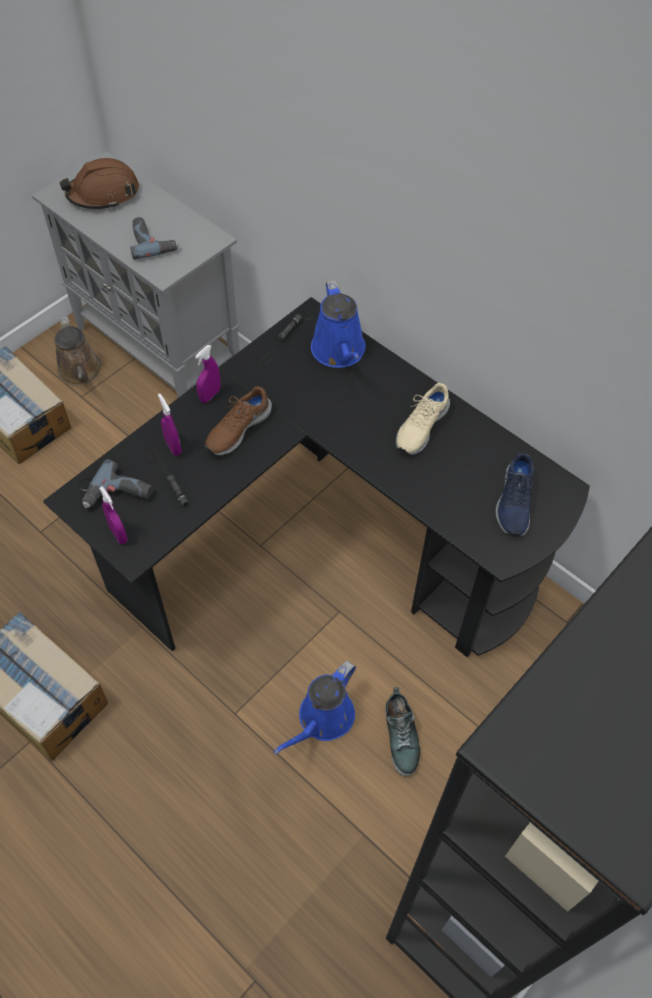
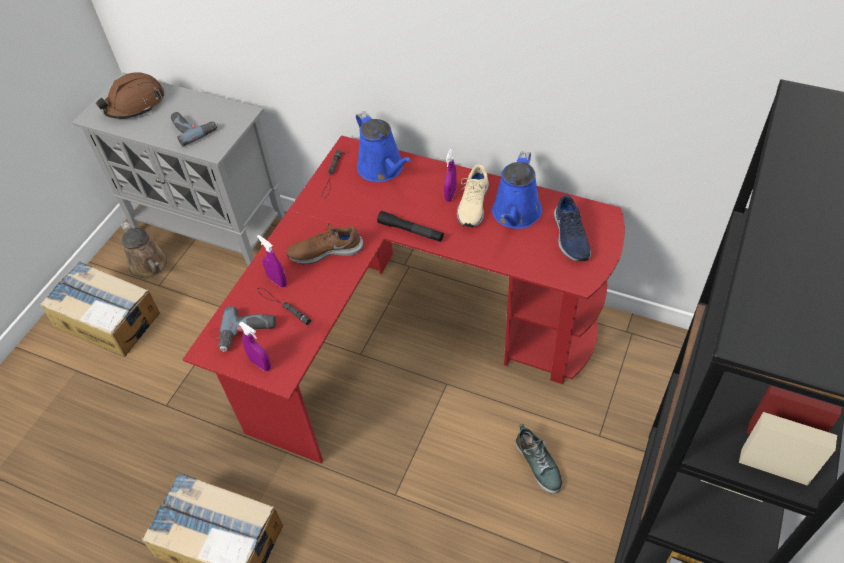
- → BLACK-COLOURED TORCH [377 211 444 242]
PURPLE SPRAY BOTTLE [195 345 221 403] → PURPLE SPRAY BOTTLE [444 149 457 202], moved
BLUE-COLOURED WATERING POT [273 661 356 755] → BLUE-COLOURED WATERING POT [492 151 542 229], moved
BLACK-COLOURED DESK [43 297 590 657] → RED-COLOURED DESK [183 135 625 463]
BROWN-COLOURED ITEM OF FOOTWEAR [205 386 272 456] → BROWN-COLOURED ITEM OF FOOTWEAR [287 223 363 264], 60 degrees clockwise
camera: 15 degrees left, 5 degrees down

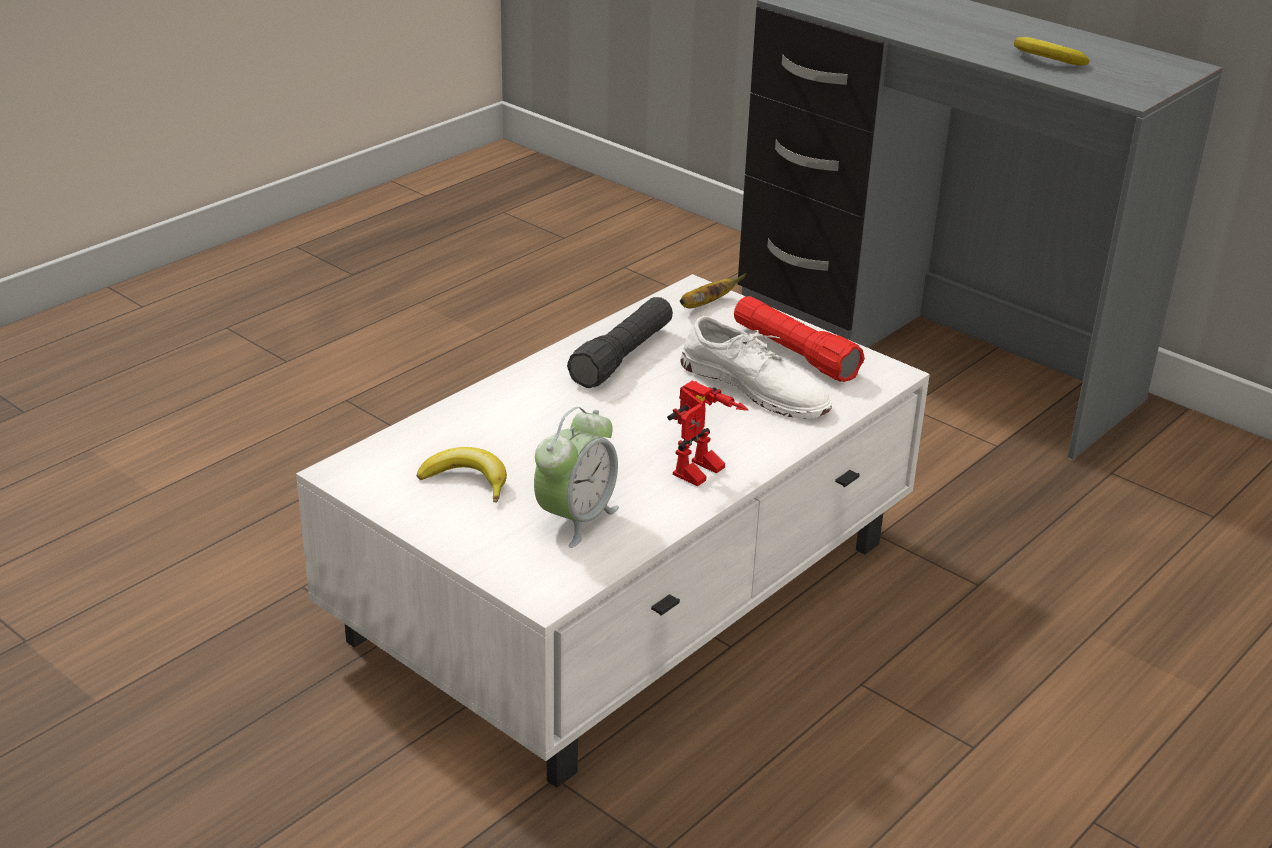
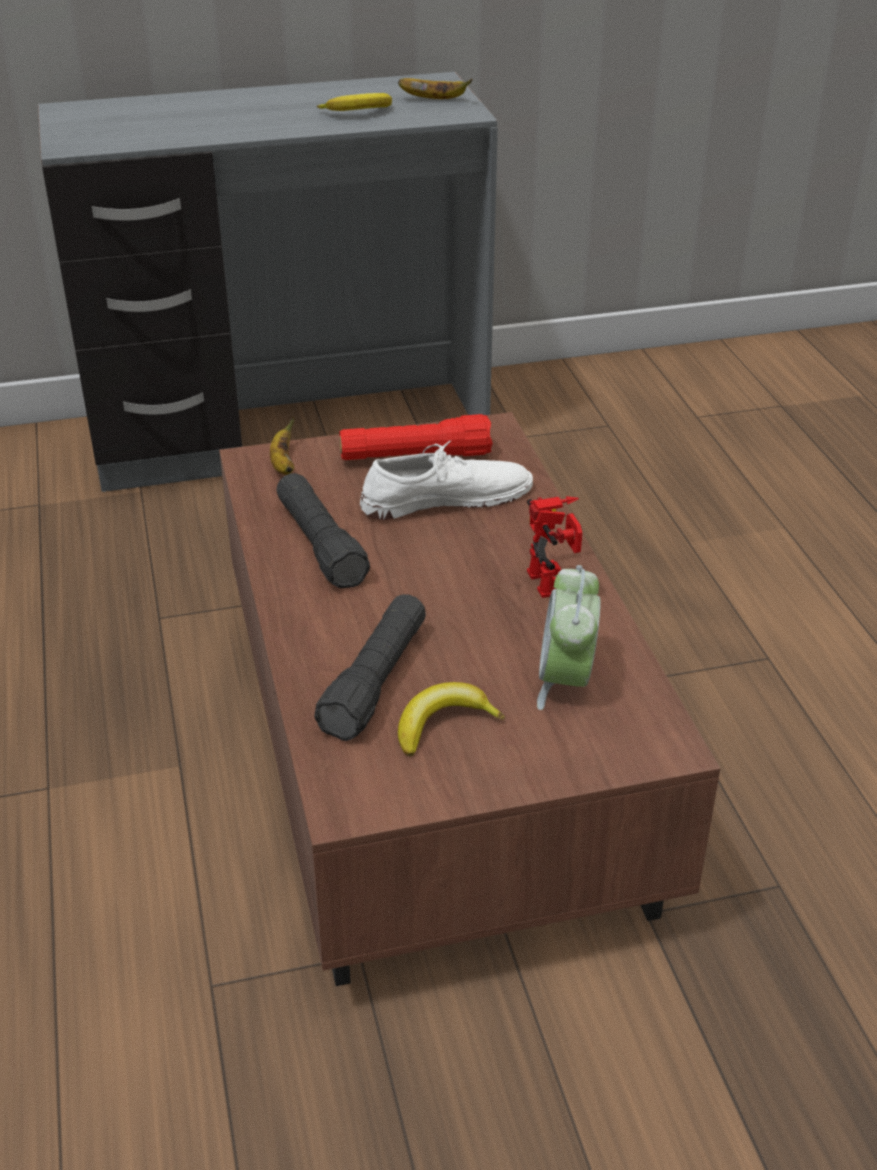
- → BLACK-COLOURED TORCH [314 594 426 741]
- → BANANA [398 78 472 99]
WHITE-COLOURED COFFEE TABLE [296 274 930 788] → BROWN-COLOURED COFFEE TABLE [219 412 720 986]
TABLE CLOCK [534 407 619 548] → TABLE CLOCK [537 565 601 710], 150 degrees counterclockwise
camera: 55 degrees left, 5 degrees up

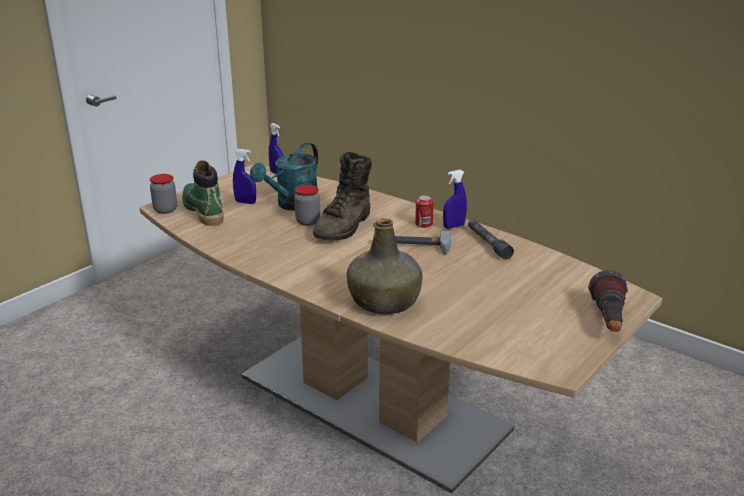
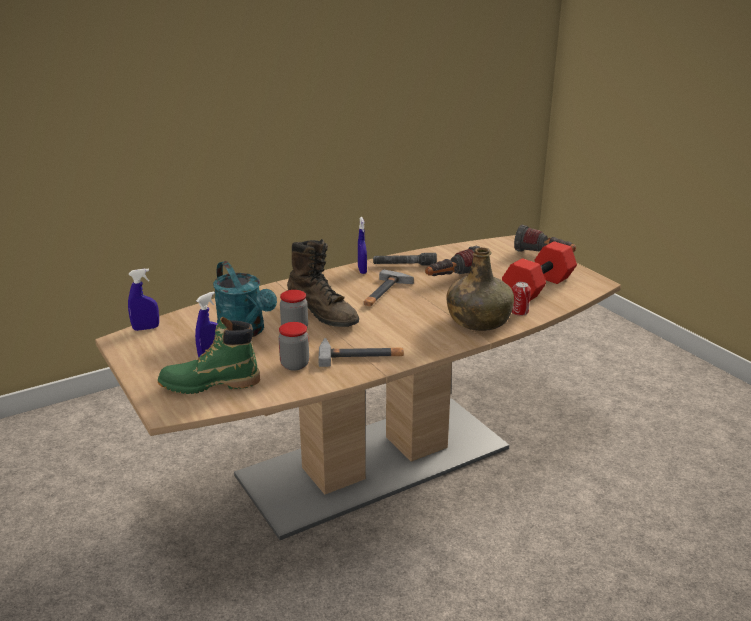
- → HAMMER [318 338 404 367]
- → TORCH [425 246 480 276]
- → RED-COLOURED HAND WEIGHT [502 241 577 301]
STORAGE JAR [150 174 177 214] → STORAGE JAR [278 322 309 371], moved
CAN [415 195 434 228] → CAN [512 282 531 316], moved
camera: 70 degrees left, 0 degrees up

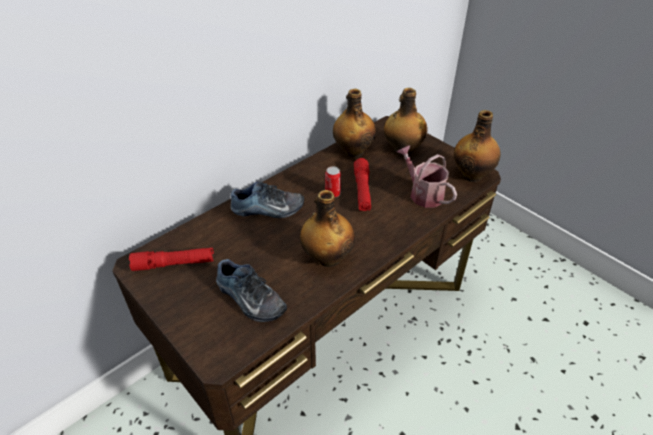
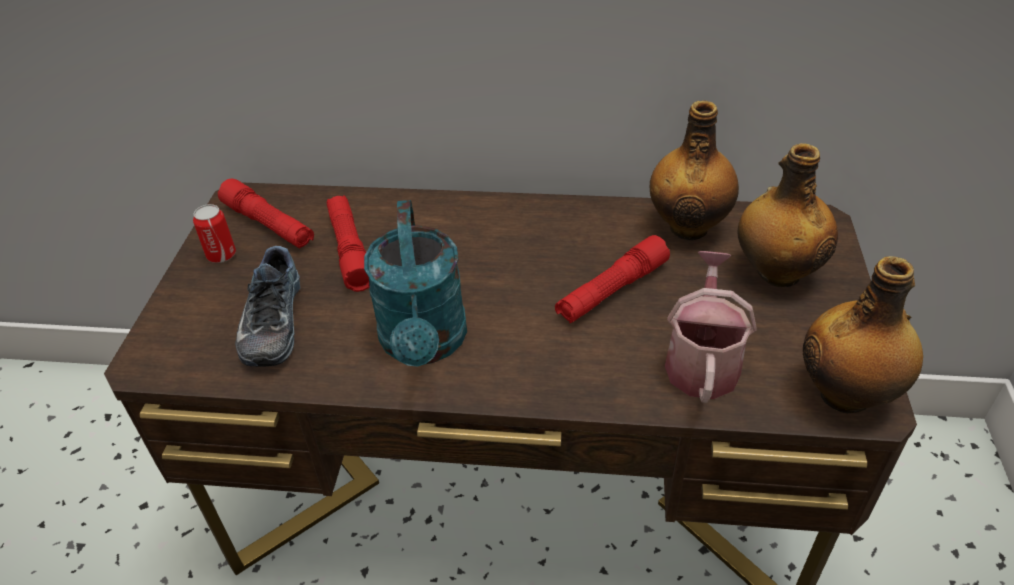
ITEM OF FOOTWEAR [231 181 304 218] → -
- → RED-COLOURED TORCH [327 196 370 292]
CAN [325 166 341 197] → CAN [193 204 236 263], moved
DRINK BOTTLE [300 190 355 267] → TURQUOISE WATERING POT [364 200 467 367]
camera: 50 degrees right, 0 degrees up

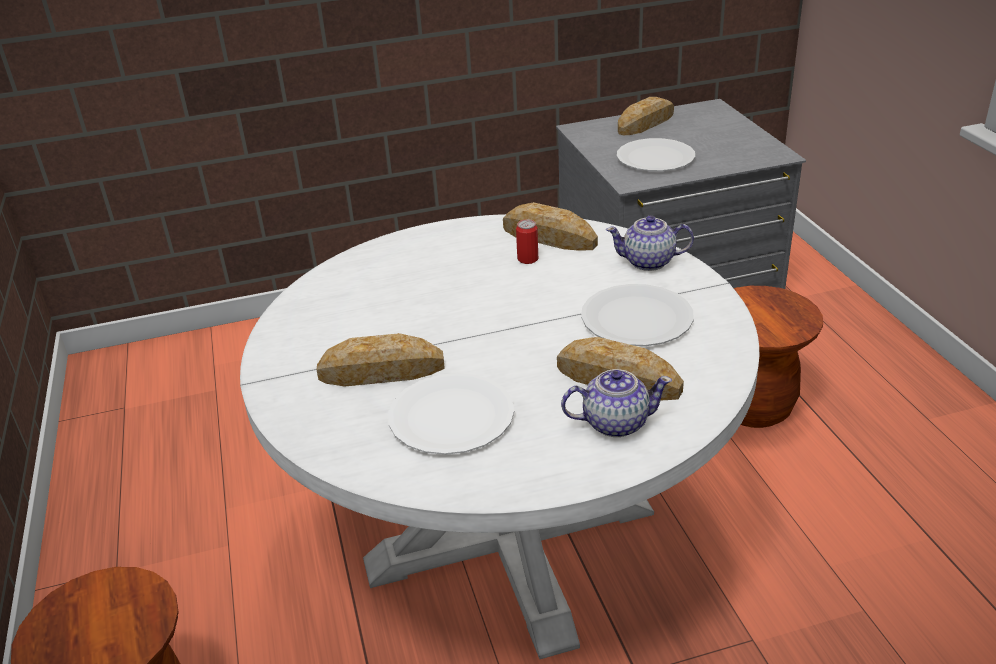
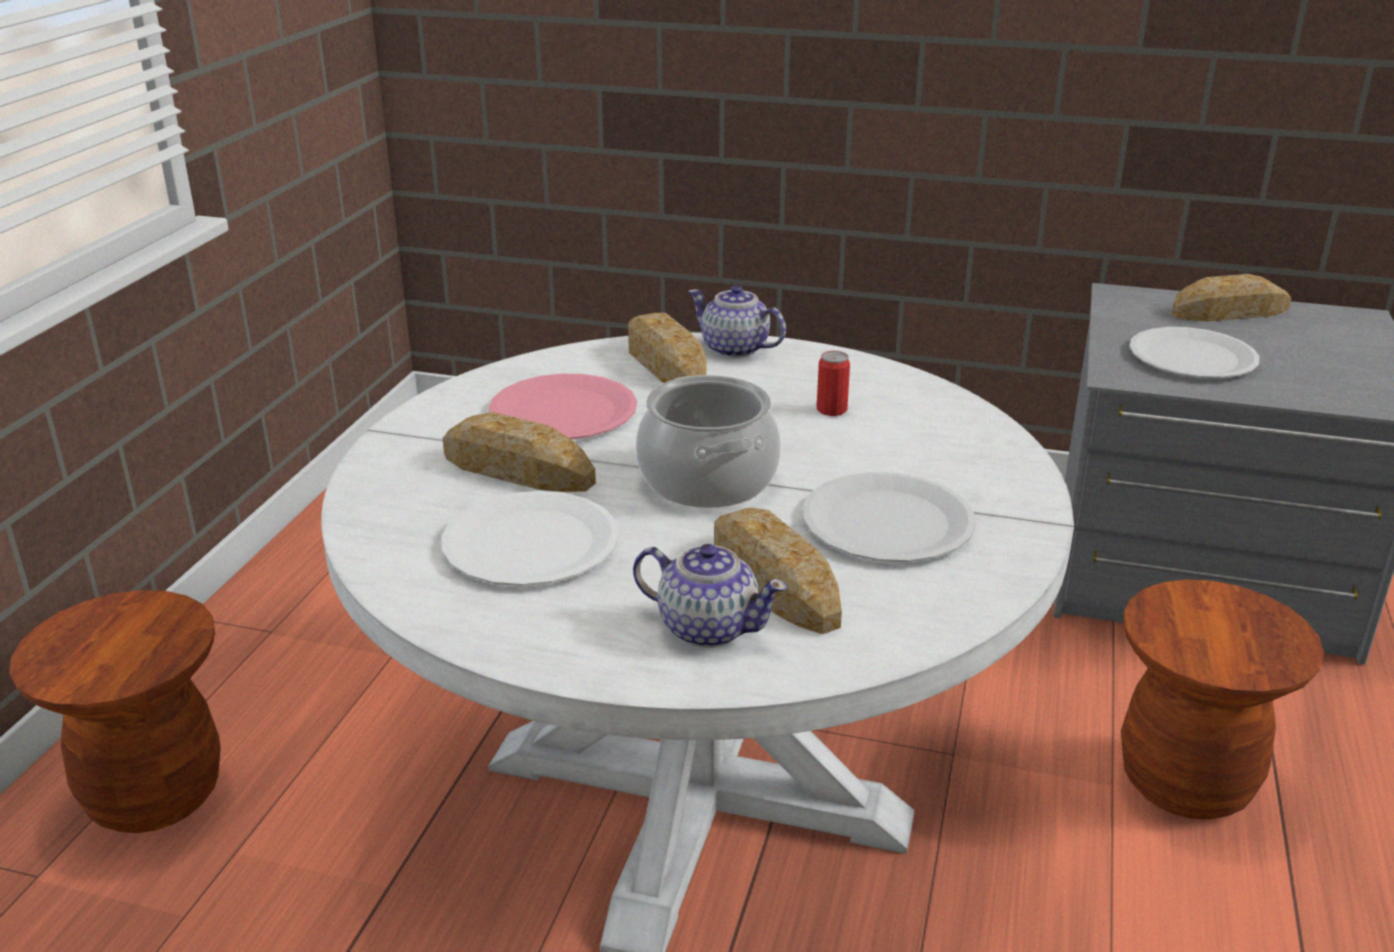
- → PINK-COLOURED DINNER PLATE [489 374 637 439]
- → STOCKPOT [636 375 781 508]
BAKED BREAD [503 202 598 251] → BAKED BREAD [628 313 707 383], moved
TEAPOT [606 215 694 271] → TEAPOT [688 285 786 358], moved
camera: 30 degrees right, 5 degrees down

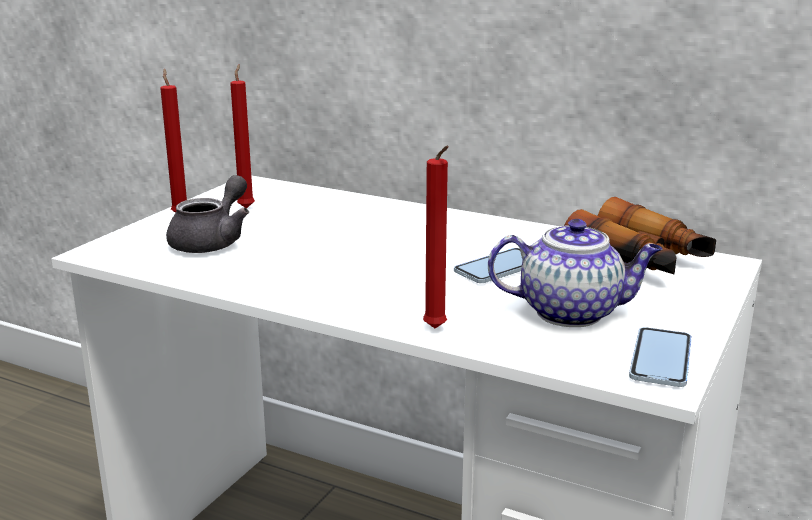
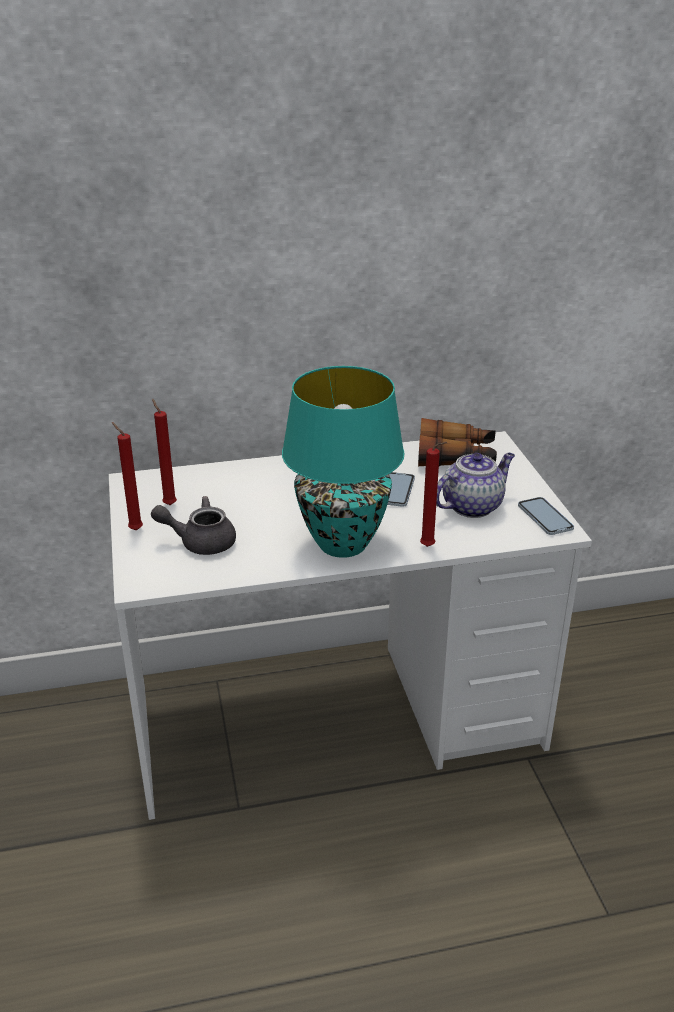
- → TURQUOISE LAMP FOR A TABLE [282 366 405 558]
GREYISH TEAPOT [166 175 249 253] → GREYISH TEAPOT [151 496 236 555], 75 degrees counterclockwise
camera: 40 degrees left, 10 degrees up

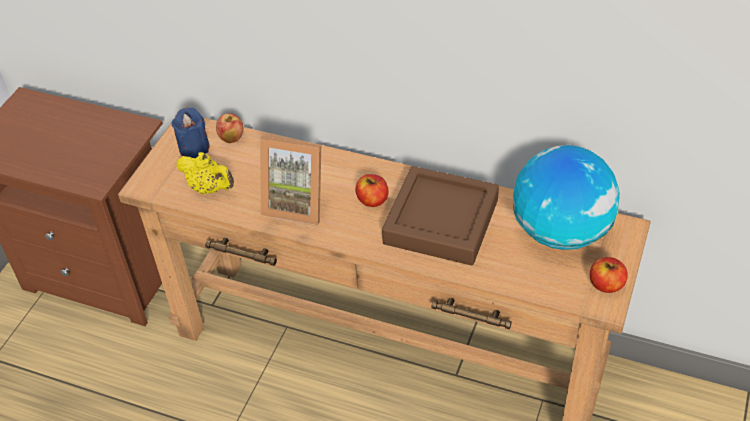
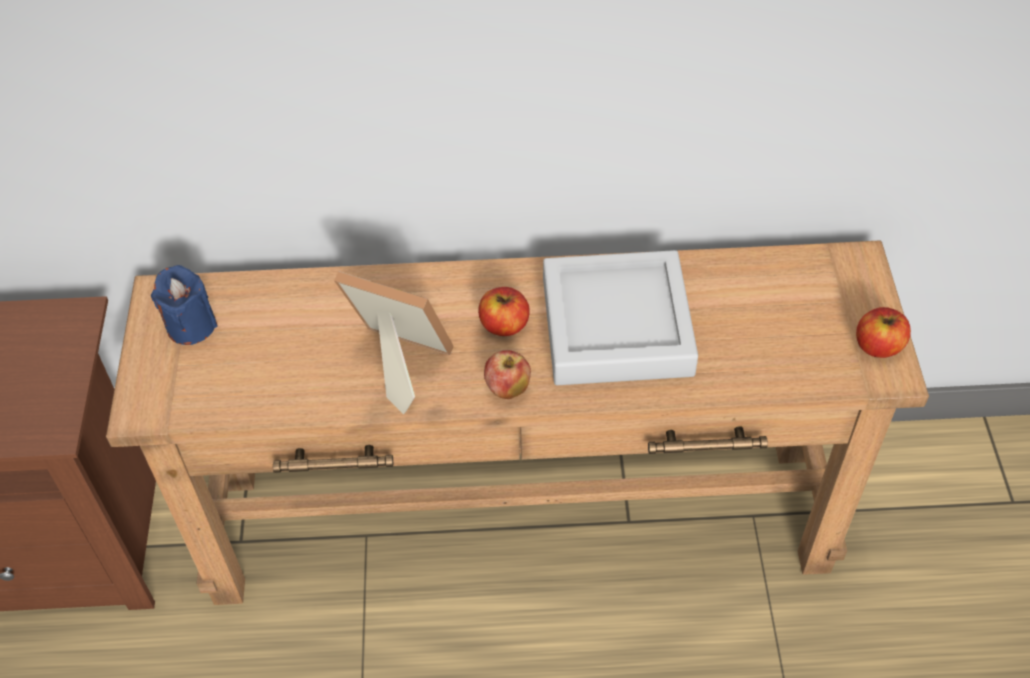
YELLOW TEAPOT [176 152 234 194] → -
DESK GLOBE [513 145 620 250] → -
WHOLE APPLE [216 113 244 143] → WHOLE APPLE [484 350 531 399], moved
BROWN-COLOURED SERVING TRAY [382 166 499 265] → GREYISH SERVING TRAY [543 250 698 385]
PICTURE FRAME [260 136 321 225] → PICTURE FRAME [334 271 454 414], 150 degrees counterclockwise
camera: 25 degrees left, 5 degrees up

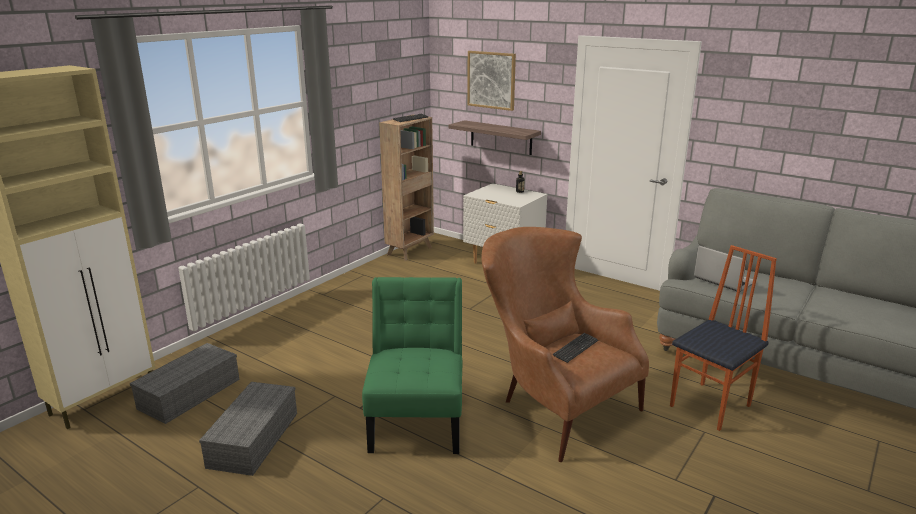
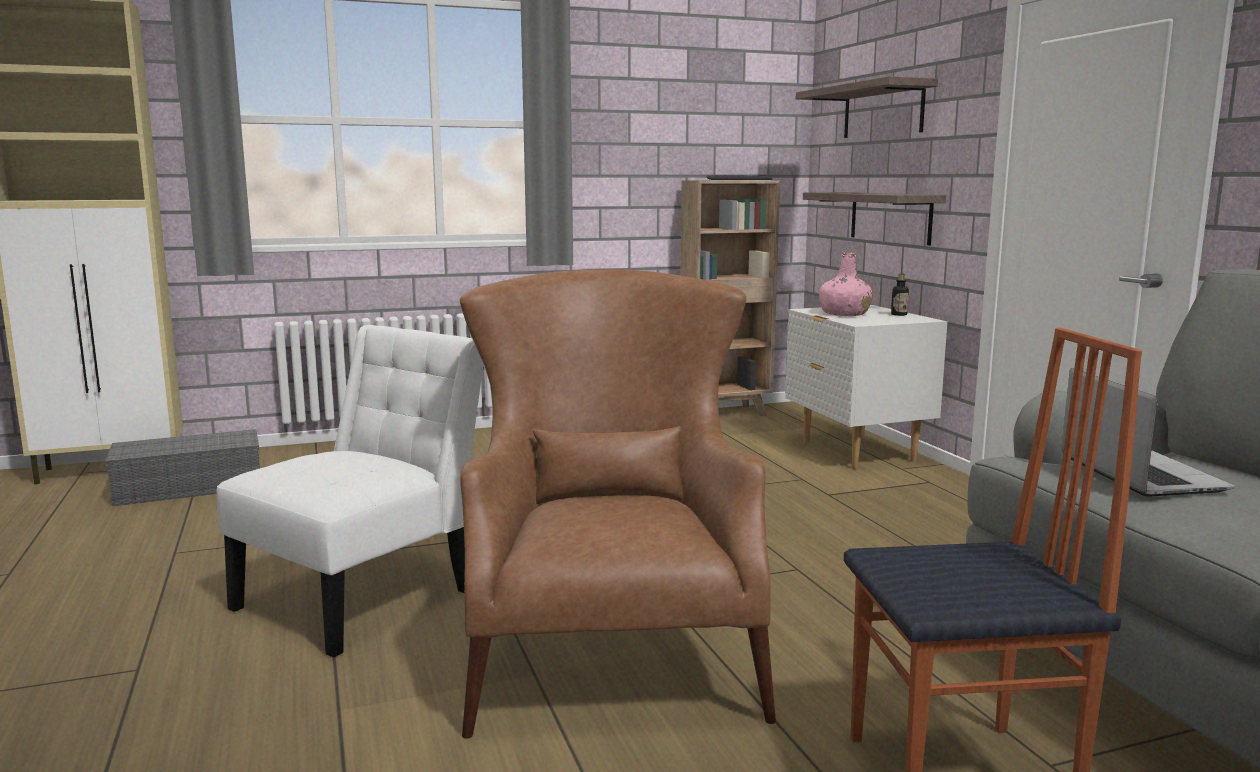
GREYISH STORAGE BOX [199 382 297 476] → -
COMPUTER KEYBOARD [552 333 598 363] → -
- → PINK-COLOURED DRINK BOTTLE [819 252 873 316]
PICTURE [467 51 516 111] → WALL SHELF [796 76 938 138]
GREEN UPRIGHT CHAIR [362 277 462 454] → WHITE-COLOURED UPRIGHT CHAIR [216 325 483 658]
camera: 35 degrees right, 10 degrees down

